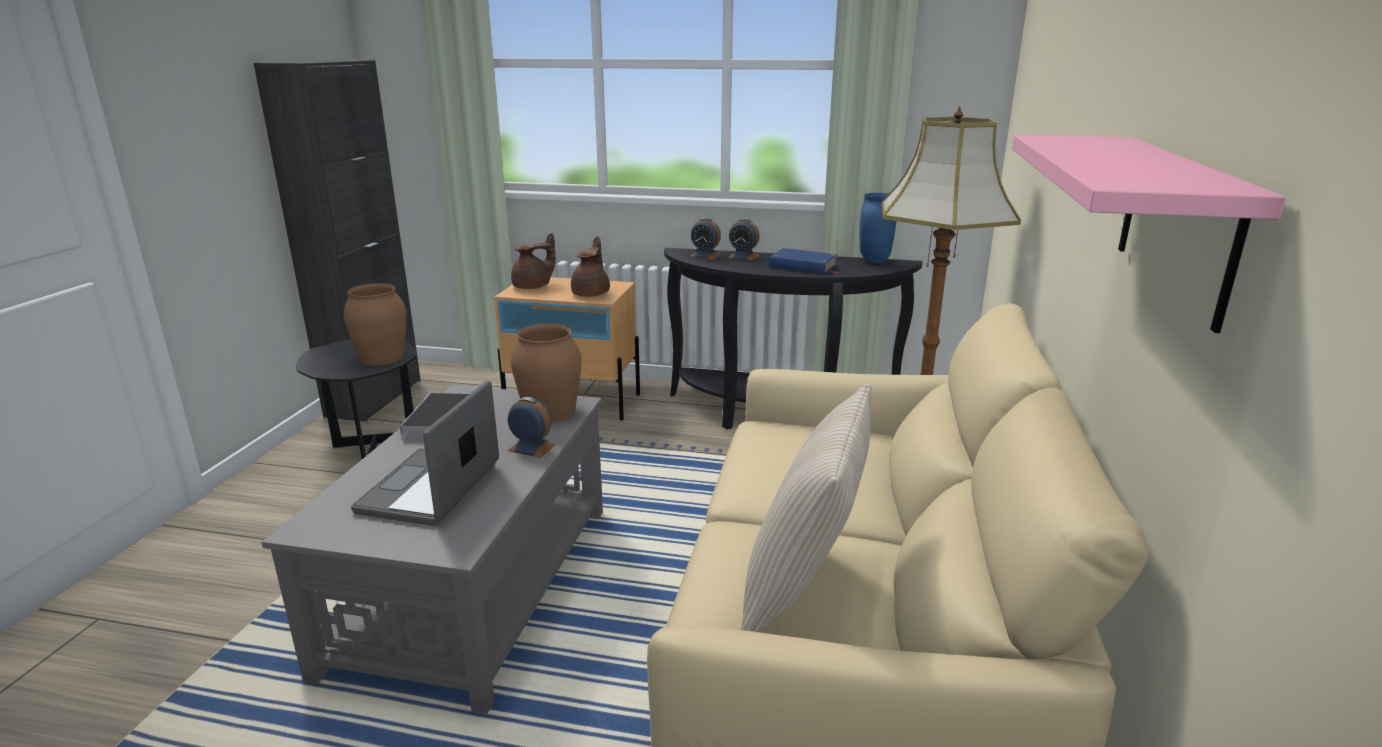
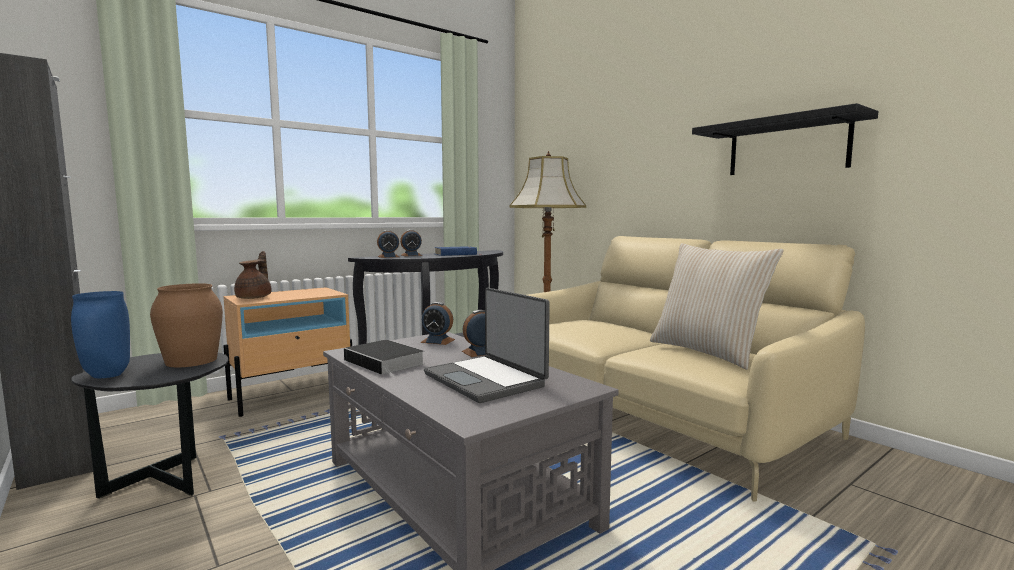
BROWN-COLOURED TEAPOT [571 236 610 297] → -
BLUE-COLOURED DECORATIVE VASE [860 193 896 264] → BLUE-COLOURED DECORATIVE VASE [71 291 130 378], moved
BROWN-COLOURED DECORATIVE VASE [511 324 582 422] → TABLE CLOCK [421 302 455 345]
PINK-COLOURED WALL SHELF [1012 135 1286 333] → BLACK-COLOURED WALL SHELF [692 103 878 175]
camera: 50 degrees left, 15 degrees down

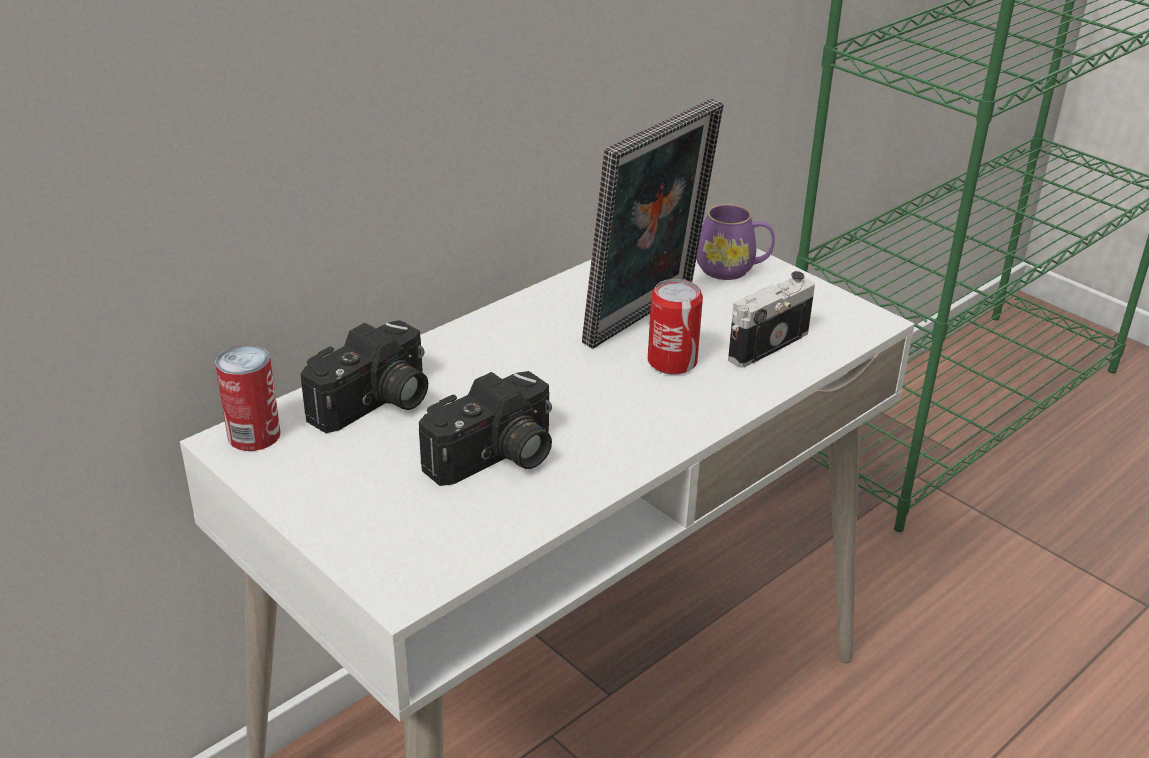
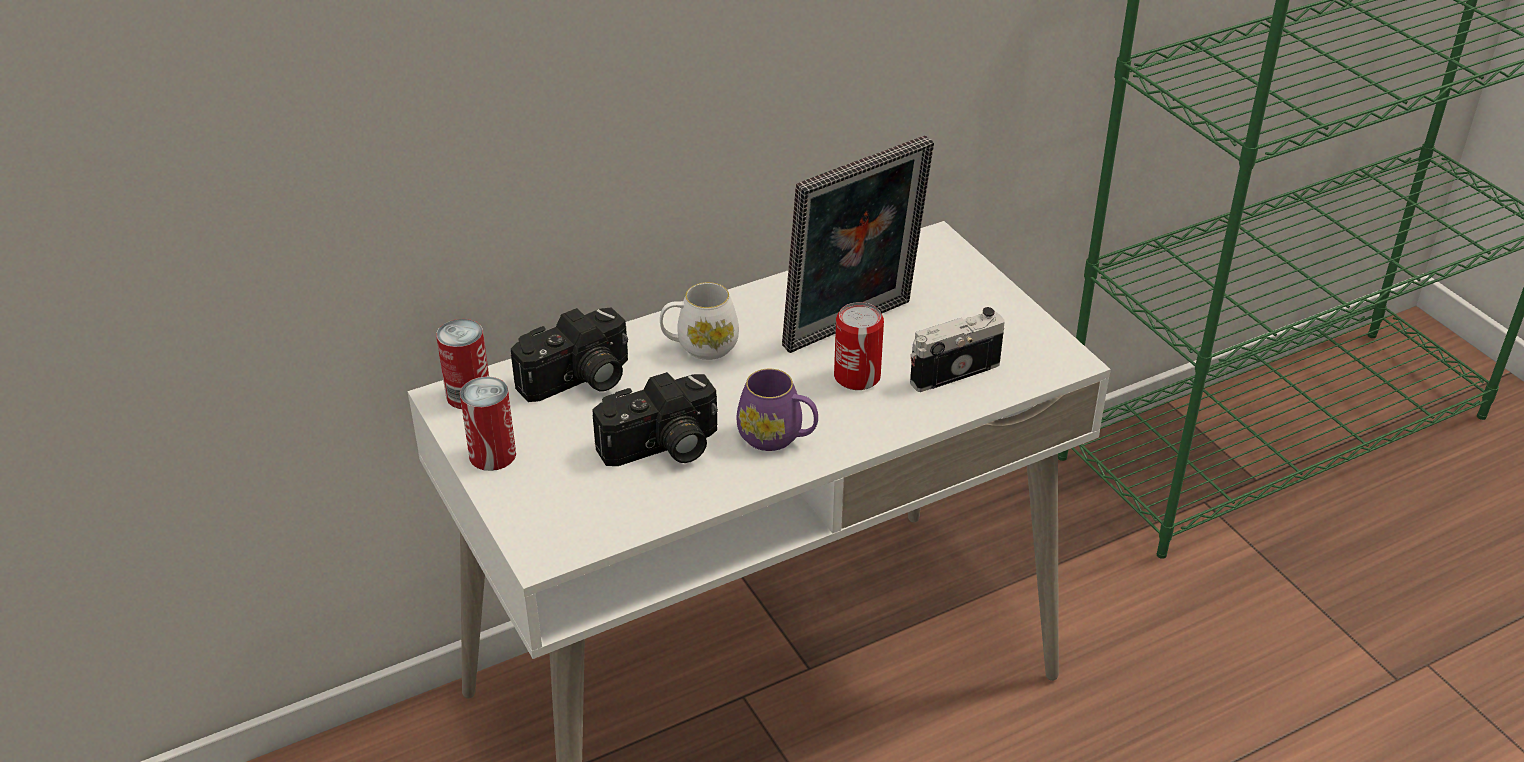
- → CAN [460 376 516 471]
- → WHITE-COLOURED COFFEE MUG [660 282 739 360]
PURPLE COFFEE MUG [696 204 775 280] → PURPLE COFFEE MUG [736 369 818 451], moved
camera: 15 degrees right, 5 degrees up

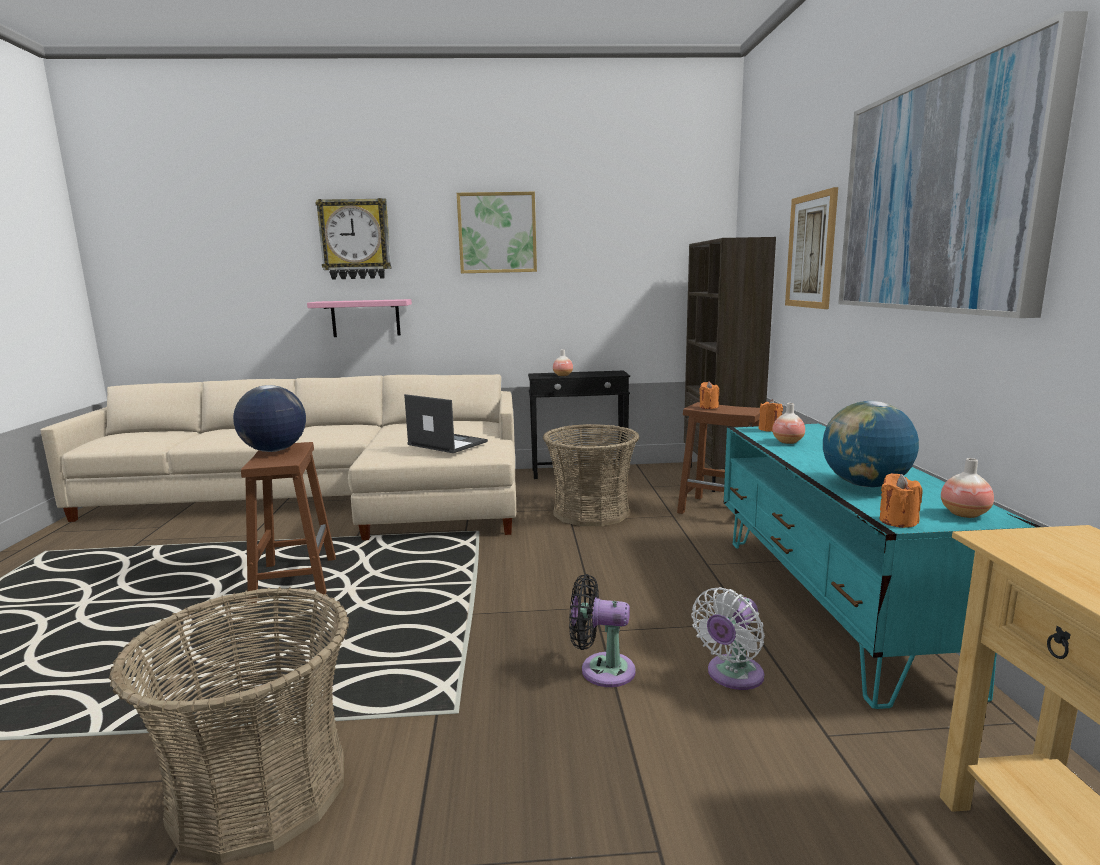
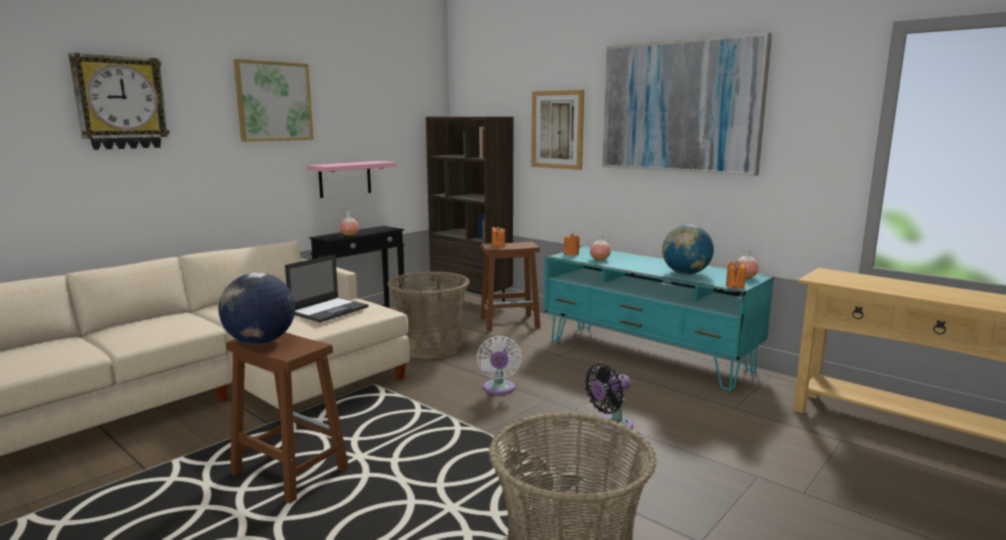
PINK-COLOURED WALL SHELF [307 299 412 337] → PINK-COLOURED WALL SHELF [307 161 396 198], moved
WHITE-COLOURED FAN [691 587 765 690] → WHITE-COLOURED FAN [476 336 522 395], moved
NOTEBOOK COMPUTER [404 394 488 453] → NOTEBOOK COMPUTER [285 254 368 323], 135 degrees clockwise
camera: 45 degrees left, 0 degrees up

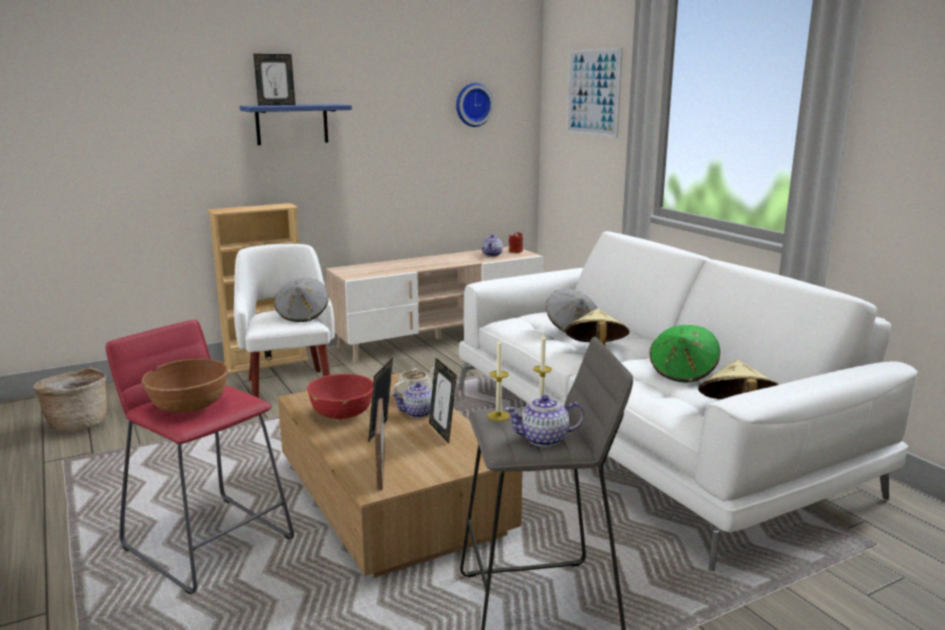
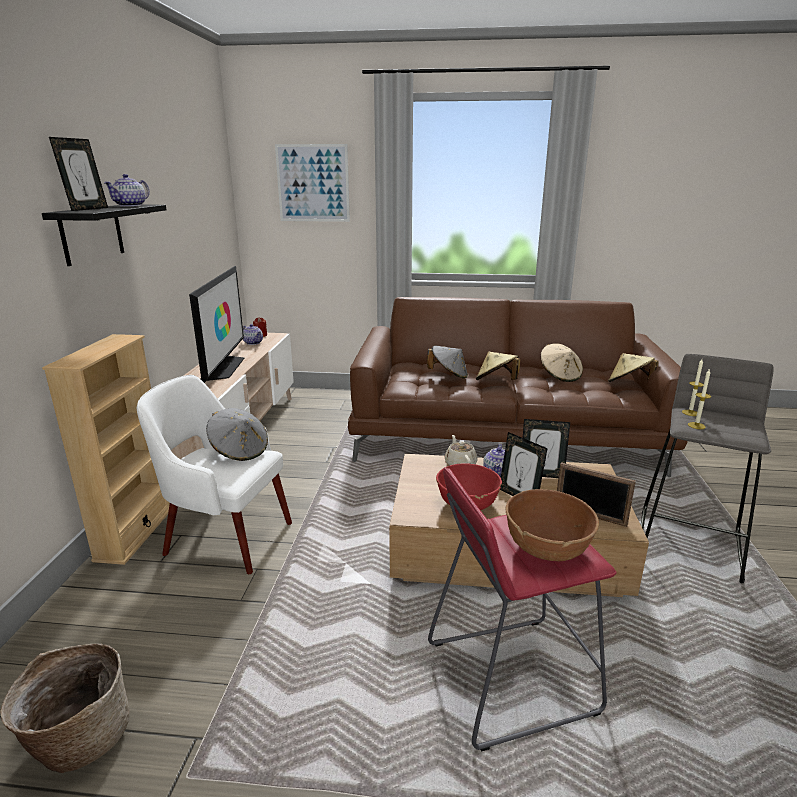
HANGING CLOCK [456 83 494 127] → -
- → TELEVISION [189 266 244 383]
TEAPOT [505 395 584 447] → TEAPOT [104 174 150 207], moved
BLUE-COLOURED WALL SHELF [240 104 352 145] → BLACK-COLOURED WALL SHELF [42 205 167 266]
WHITE-COLOURED SETTEE [458 231 918 571] → BROWN-COLOURED SETTEE [348 297 688 477]
GREEN WEARABLE HAT [649 325 720 383] → BEIGE-COLOURED WEARABLE HAT [541 343 583 382]
camera: 55 degrees left, 5 degrees up

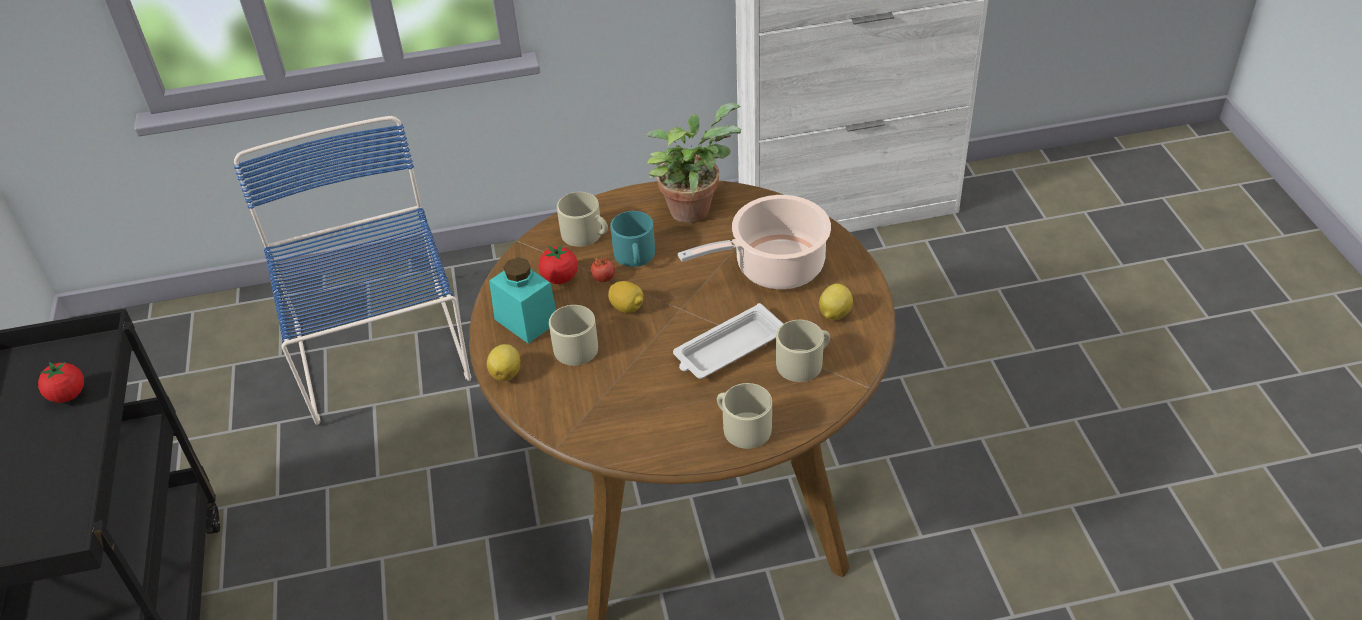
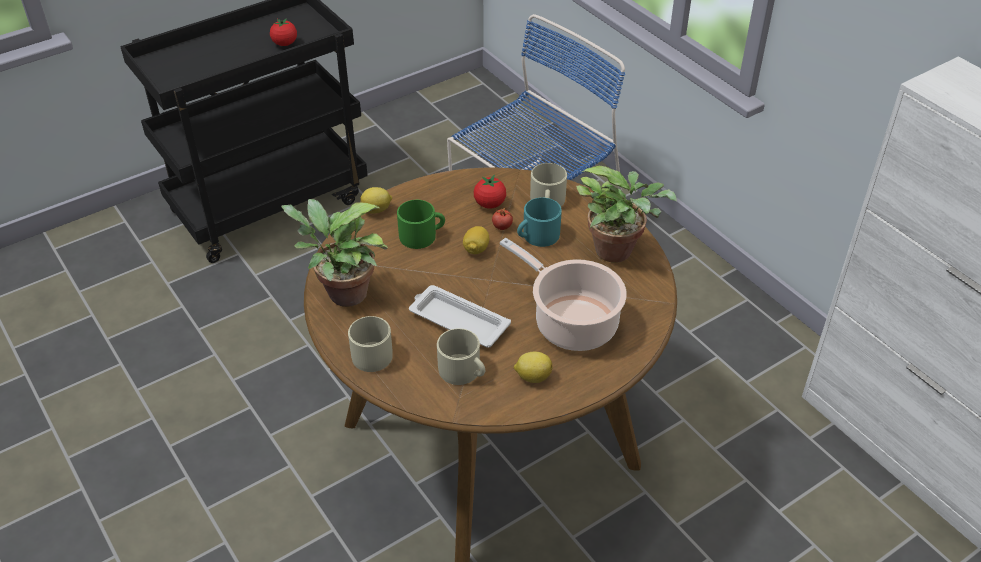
TURQUOISE STORAGE JAR [489 258 556 344] → -
- → HOUSEPLANT [281 199 388 307]
BEIGE-COLOURED COFFEE MUG [549 305 598 366] → GREEN COFFEE MUG [397 200 445 249]
camera: 65 degrees right, 0 degrees up

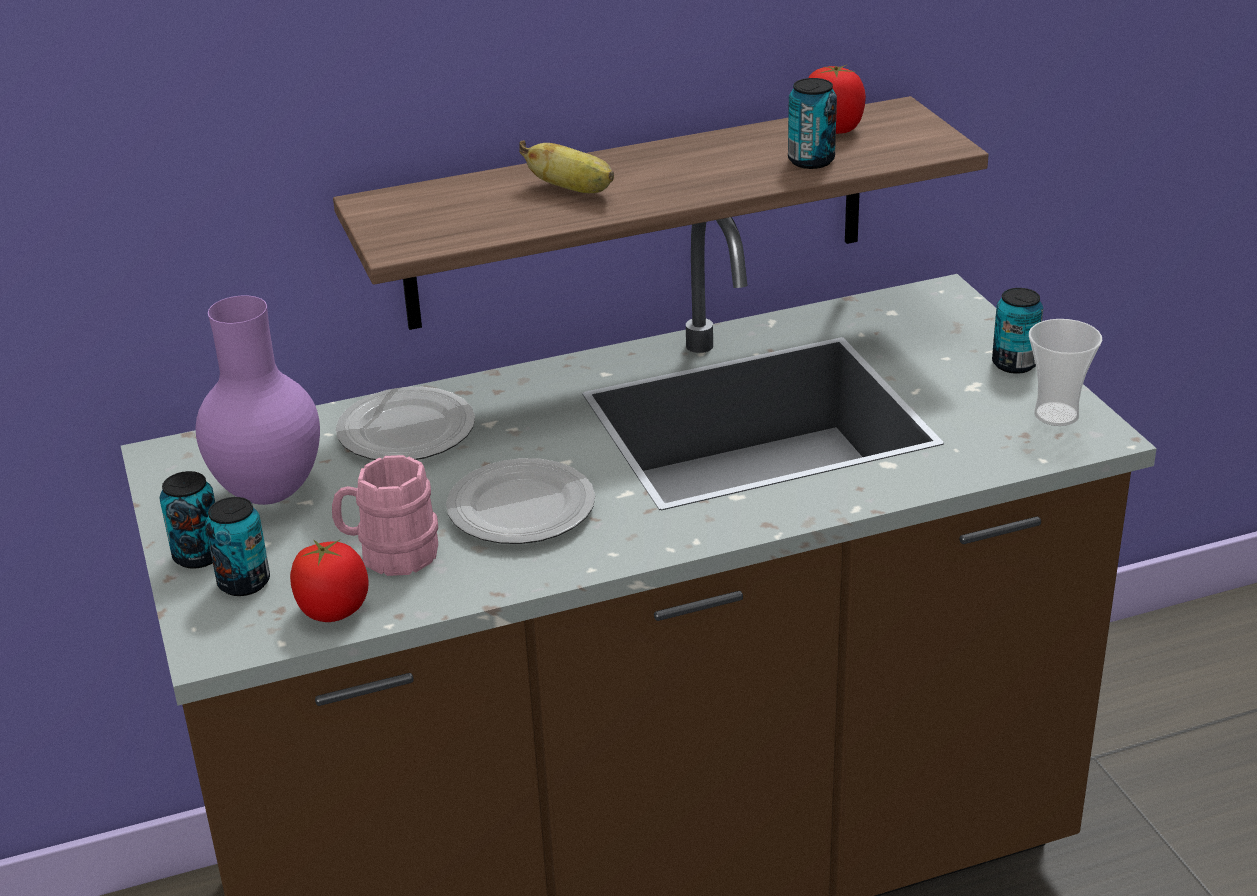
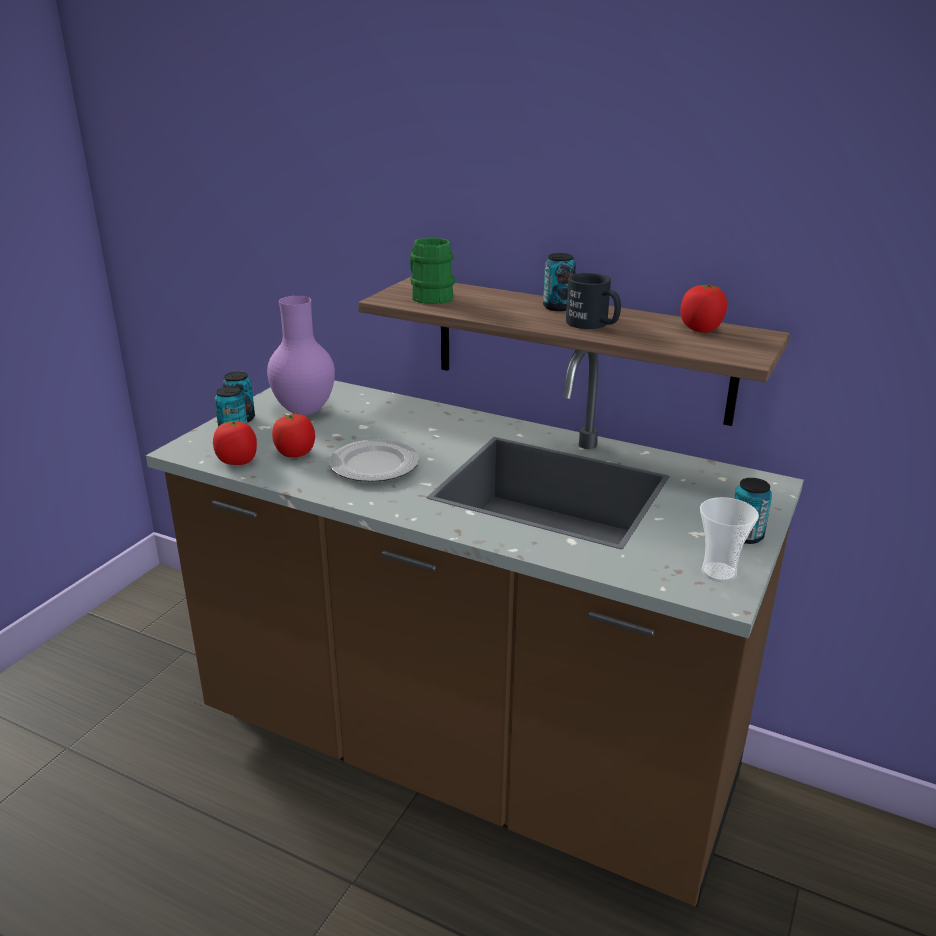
DINNER PLATE [336 387 475 460] → -
BANANA [519 140 614 193] → -
- → GREEN COFFEE MUG [410 238 455 304]
- → BLACK-COLOURED COFFEE MUG [566 273 621 329]
CAN [788 78 837 169] → CAN [543 253 576 311], moved
PINK-COLOURED COFFEE MUG [332 455 438 576] → WHOLE TOMATO [272 413 315 458]
camera: 45 degrees right, 5 degrees down

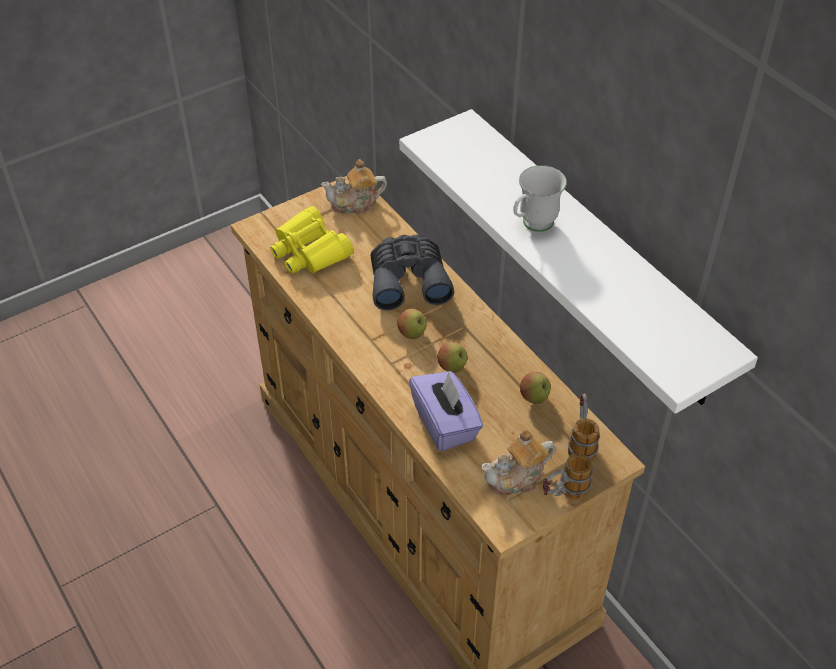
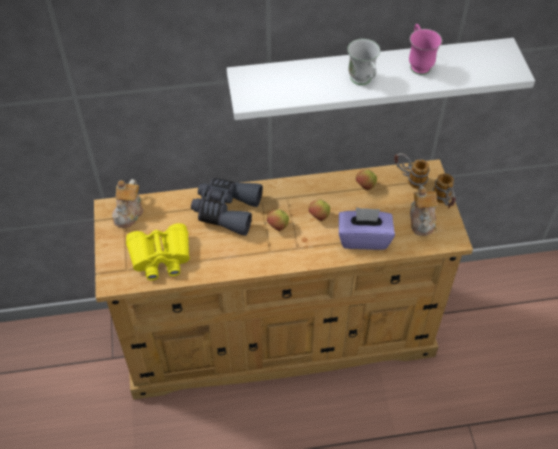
- → PINK-COLOURED COFFEE MUG [409 24 442 75]
camera: 65 degrees left, 5 degrees up

